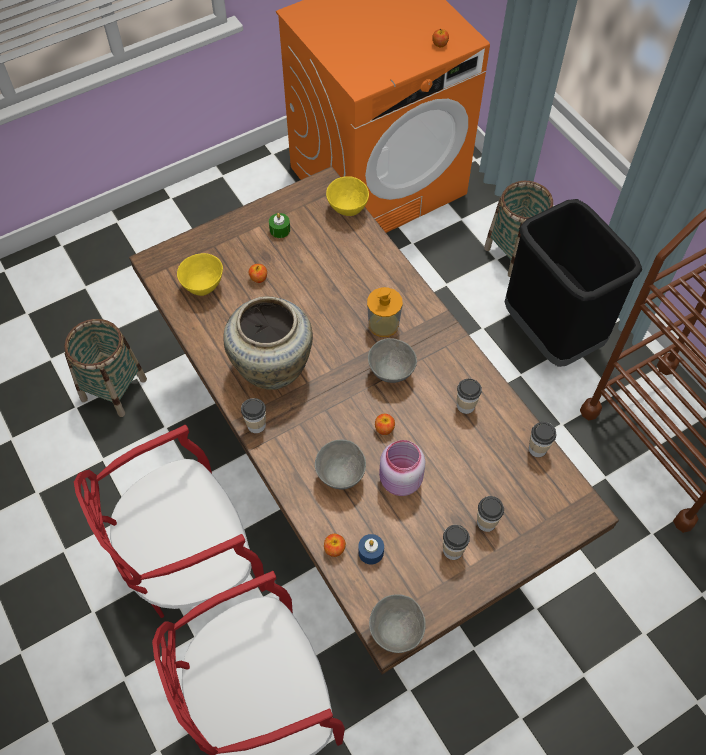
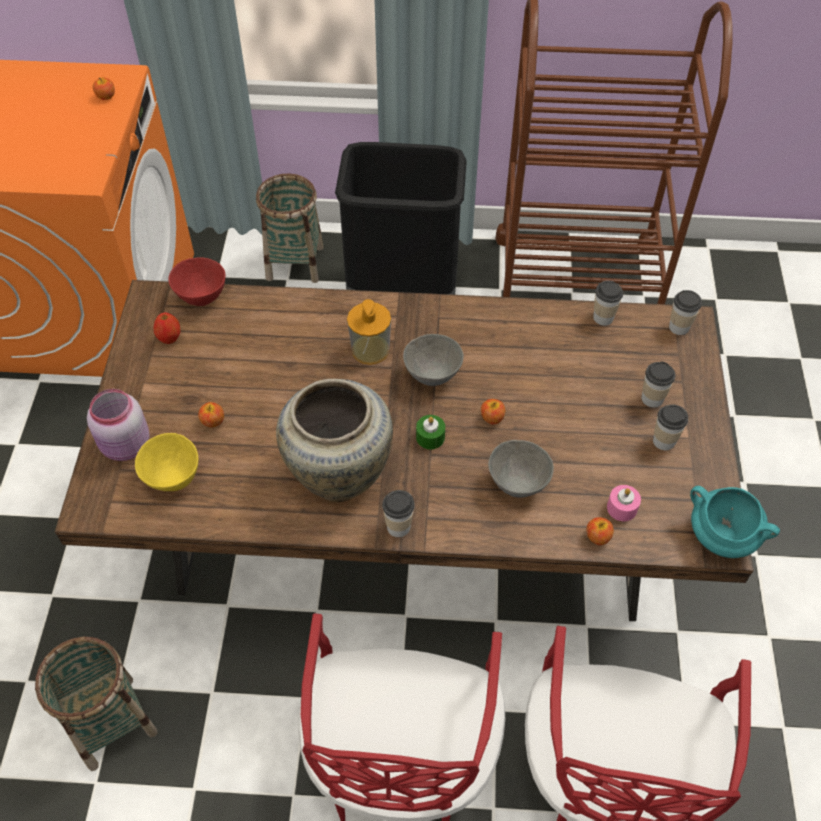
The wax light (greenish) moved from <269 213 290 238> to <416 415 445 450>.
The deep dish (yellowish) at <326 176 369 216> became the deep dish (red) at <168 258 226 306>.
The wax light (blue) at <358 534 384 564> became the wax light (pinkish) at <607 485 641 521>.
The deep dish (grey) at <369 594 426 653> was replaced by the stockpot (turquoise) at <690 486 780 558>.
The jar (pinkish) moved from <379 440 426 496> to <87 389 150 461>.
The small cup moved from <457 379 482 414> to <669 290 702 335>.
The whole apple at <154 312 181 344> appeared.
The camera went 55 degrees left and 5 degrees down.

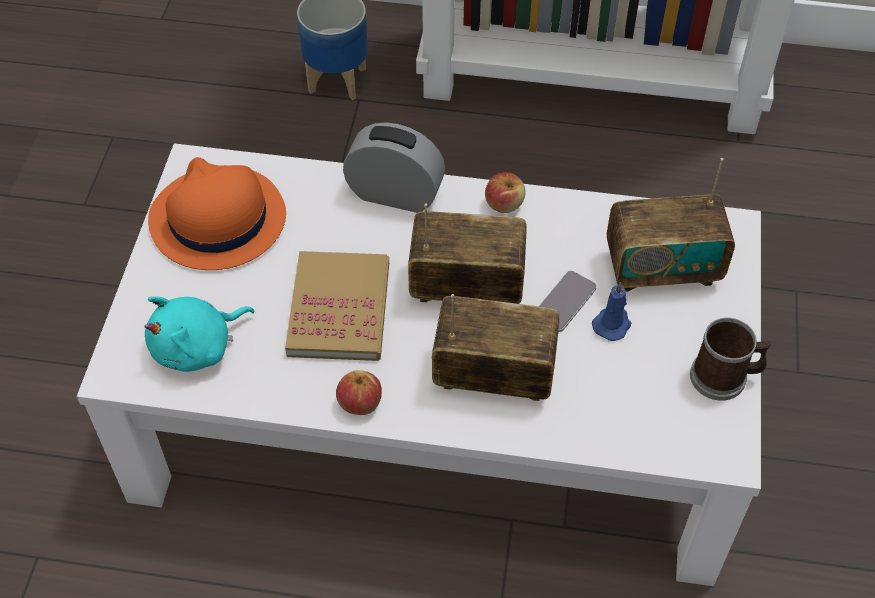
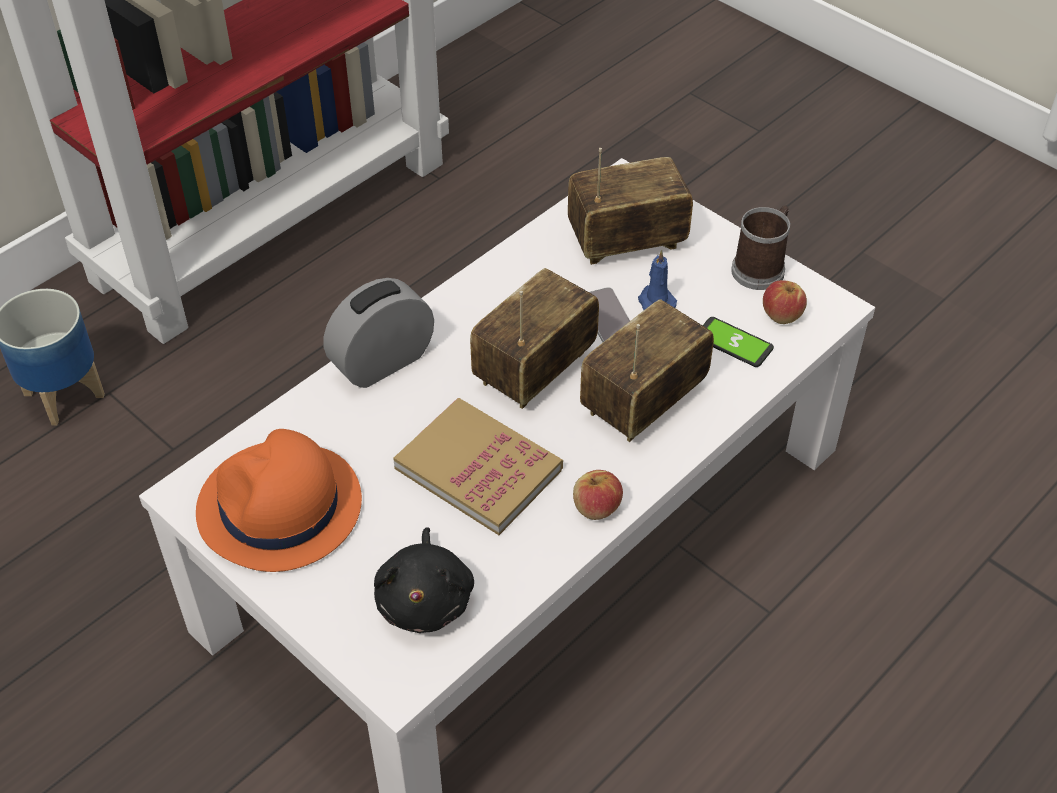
The plush toy (turquoise) at <144 296 255 372> became the plush toy (blackish) at <374 527 474 633>.
The whole apple moved from <485 172 526 213> to <763 280 807 324>.
The radio receiver at <607 158 735 292> turned 135 degrees counterclockwise.
The phone at <703 317 774 367> appeared.
The camera went 55 degrees left and 5 degrees down.

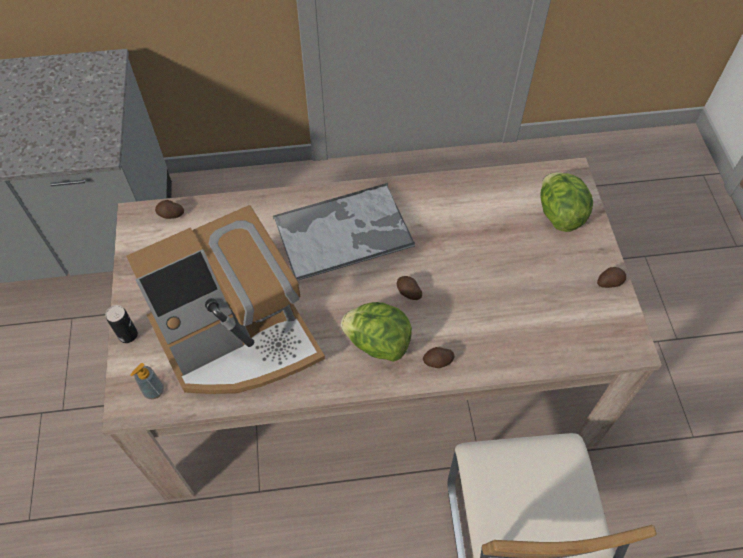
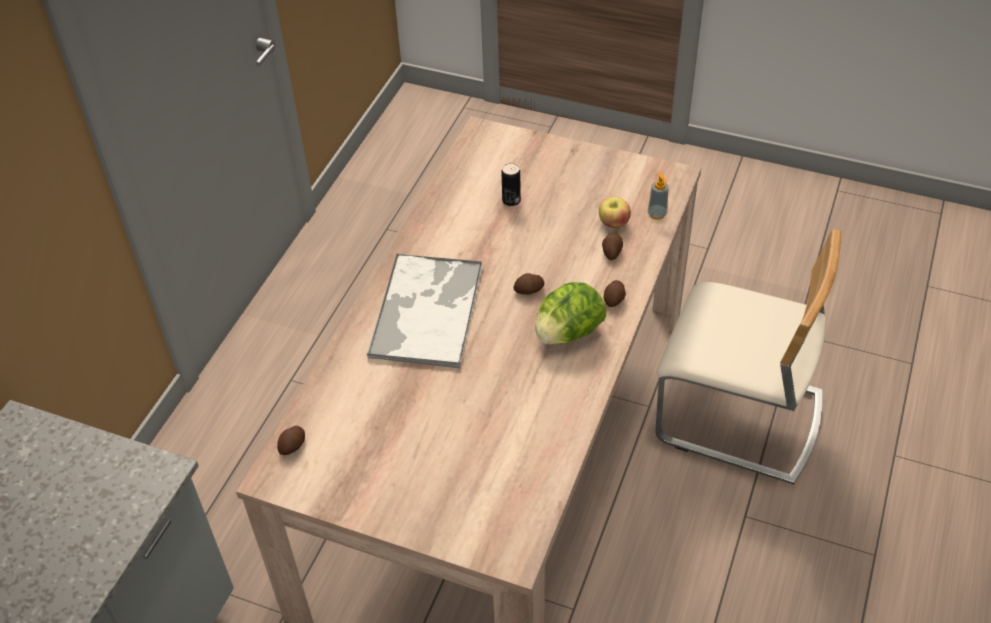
The can moved from <106 305 138 343> to <501 163 521 206>.
The coffee brewer at <126 205 325 394> disappeared.
The liquid soap bottle moved from <130 363 164 399> to <648 172 669 220>.
The head of lettuce at <541 172 593 232> disappeared.
The whole potato moved from <597 267 627 288> to <602 233 623 260>.
The whole apple at <599 196 631 228> appeared.
The camera went 60 degrees left and 10 degrees down.

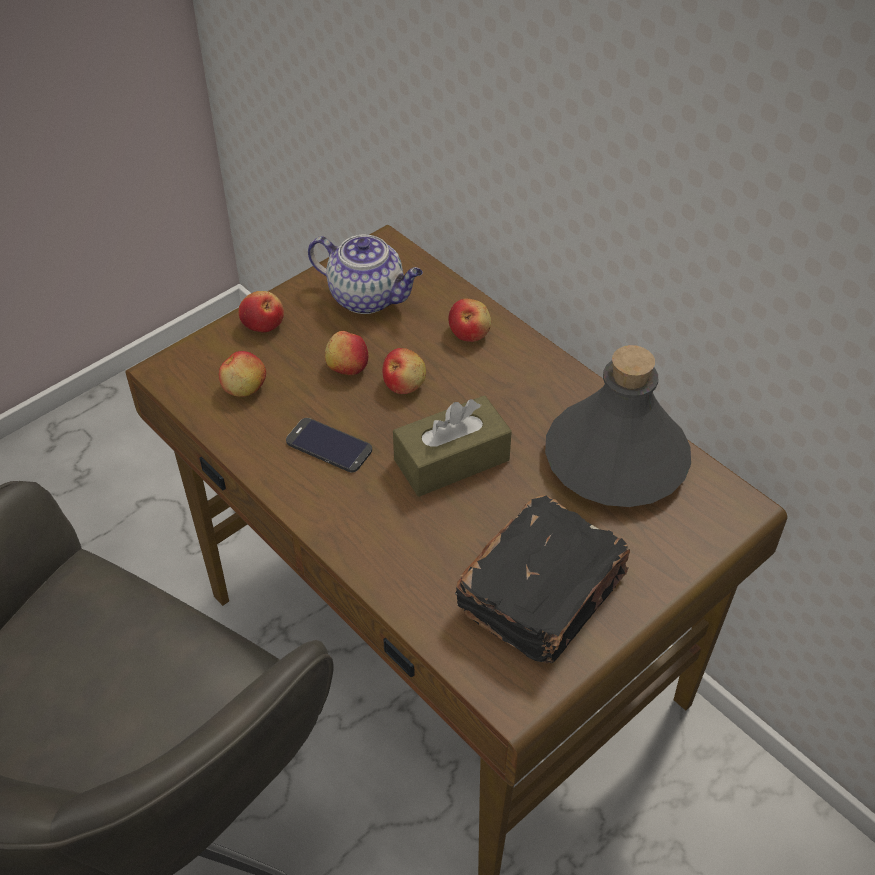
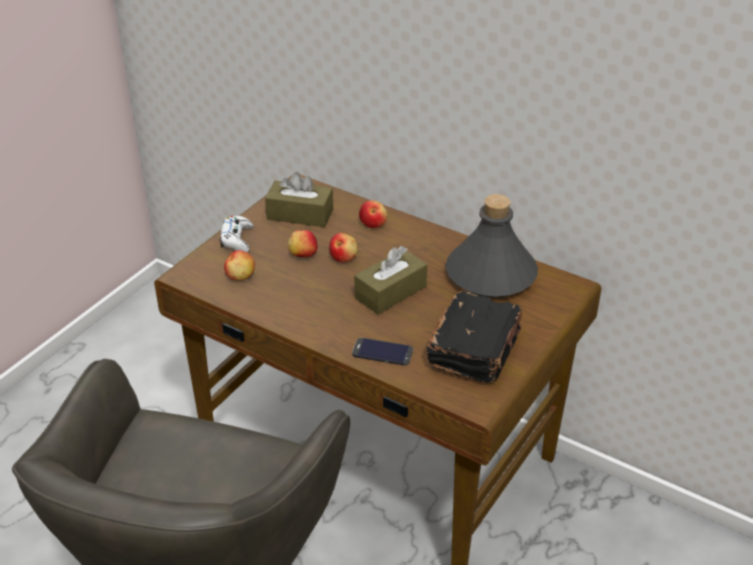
The whole apple at <238 291 284 332> was replaced by the gamepad (white) at <220 216 254 253>.
The phone moved from <286 418 372 473> to <352 338 413 366>.
The pot for tea at <308 235 423 314> was replaced by the tissue holder (brownish) at <265 172 333 227>.
The camera went 15 degrees left and 10 degrees down.

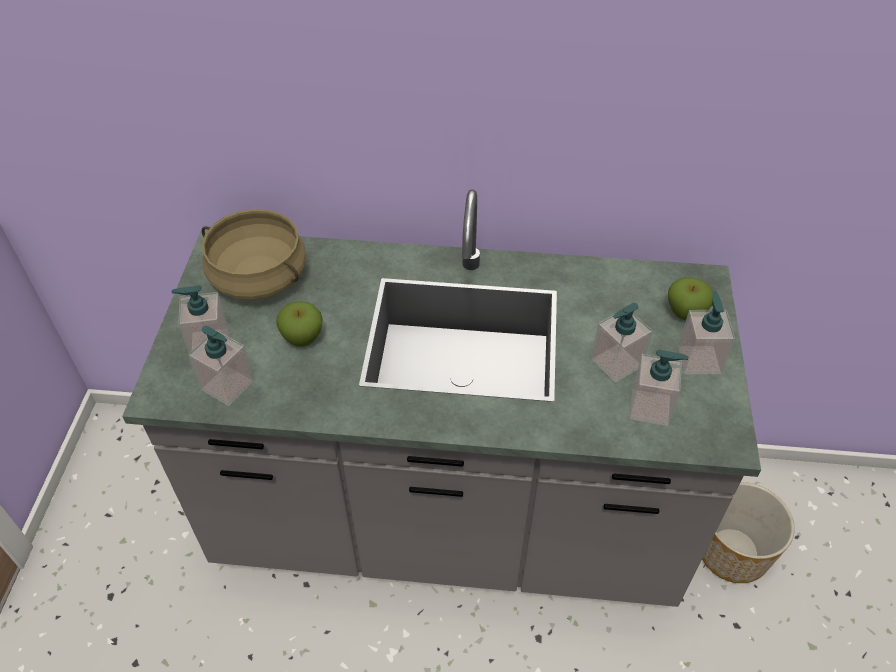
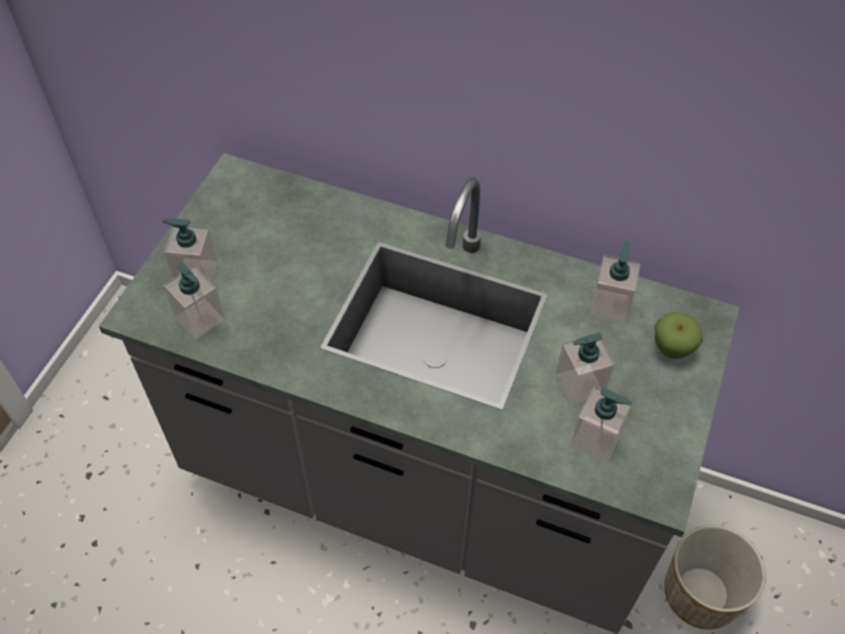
The stockpot (beige) at <202 209 306 300> disappeared.
The whole apple at <276 301 323 347> disappeared.
The liquid soap bottle moved from <678 290 735 374> to <589 241 640 323>.
The camera went 15 degrees right and 5 degrees up.

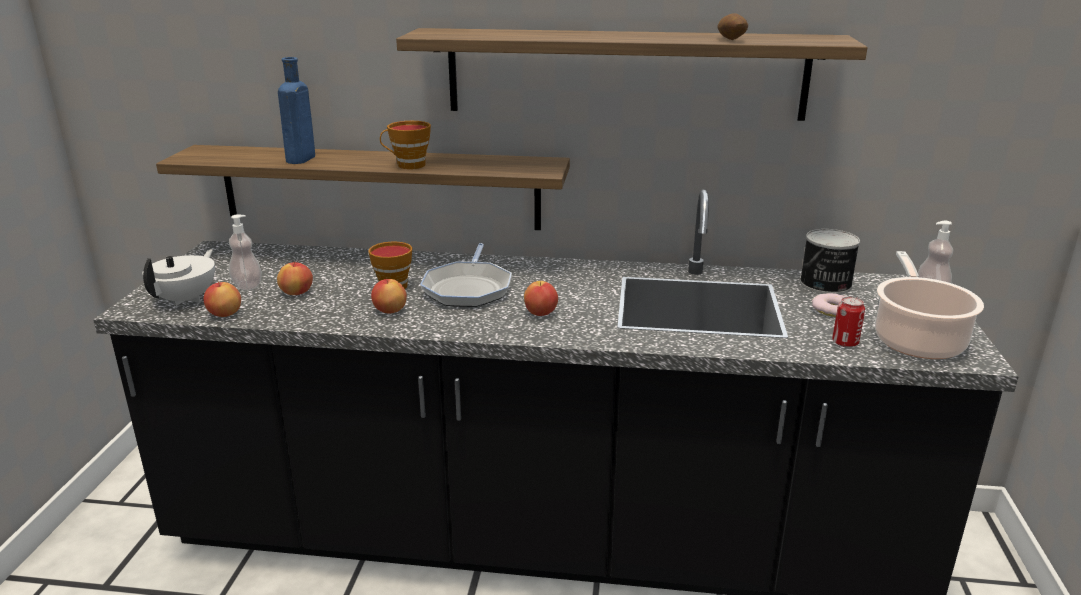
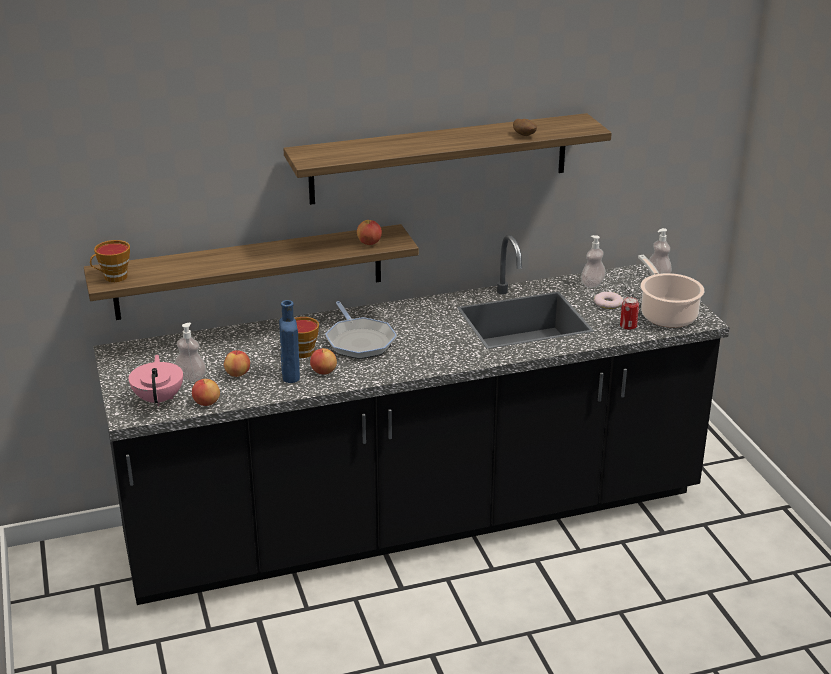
The pot for tea (white) at <142 249 215 306> became the pot for tea (pinkish) at <129 354 183 406>.
The drink bottle (blue) moved from <278 57 315 164> to <279 300 300 383>.
The small cup moved from <380 121 431 169> to <90 240 130 282>.
The whole apple moved from <524 281 558 316> to <357 220 382 245>.
The can at <800 229 860 295> was replaced by the liquid soap bottle at <581 235 606 288>.
The camera went 25 degrees left and 5 degrees up.

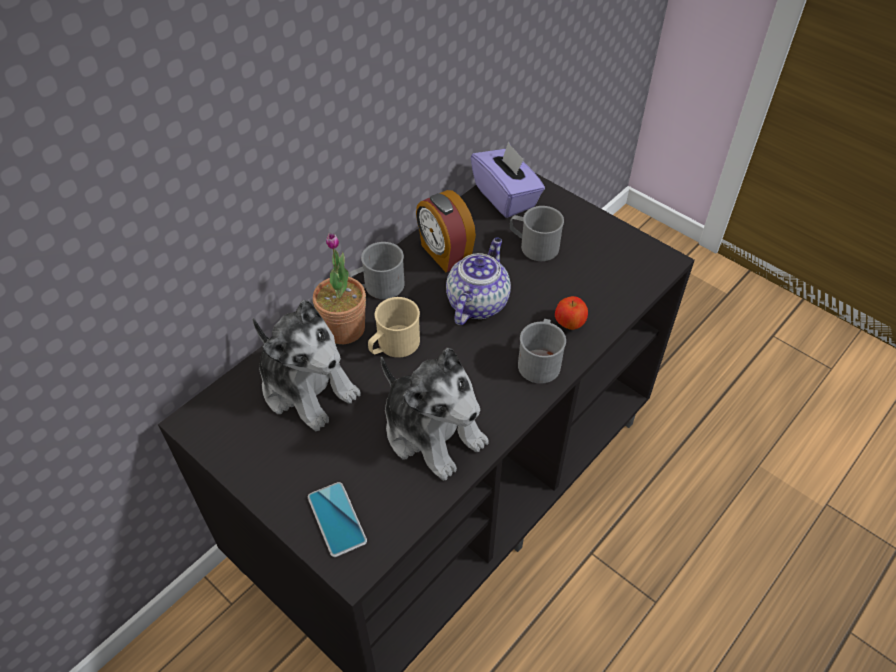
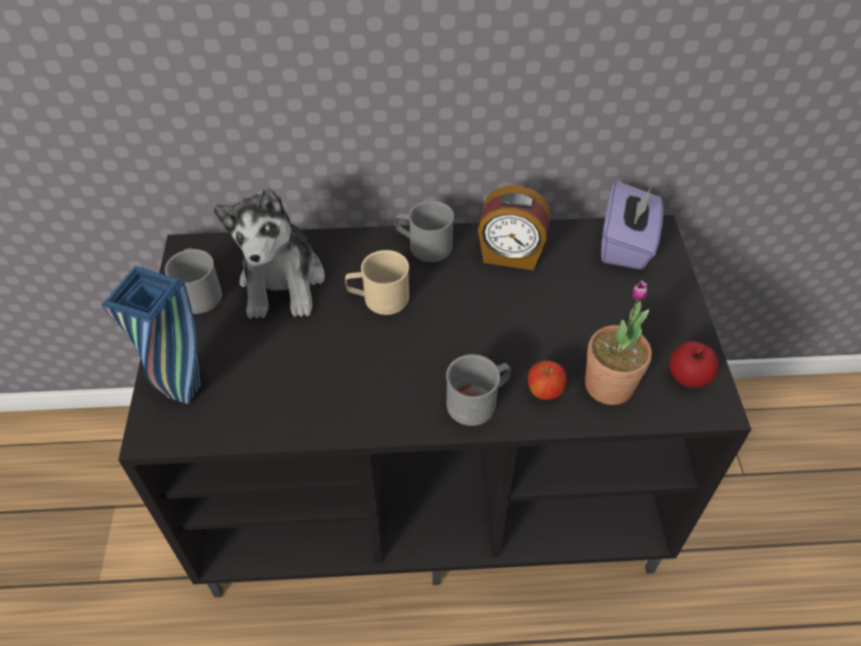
The phone at <308 482 367 557> was replaced by the vase (blue) at <101 266 201 405>.
The potted plant moved from <313 233 366 344> to <585 281 652 405>.
The plush toy at <381 348 489 481> disappeared.
The alarm clock at <416 190 476 272> turned 90 degrees counterclockwise.
The pot for tea at <446 237 511 325> disappeared.
The mug (grey) moved from <510 206 564 261> to <165 248 222 314>.
The whole apple at <670 341 719 388> appeared.
The camera went 45 degrees right and 0 degrees up.

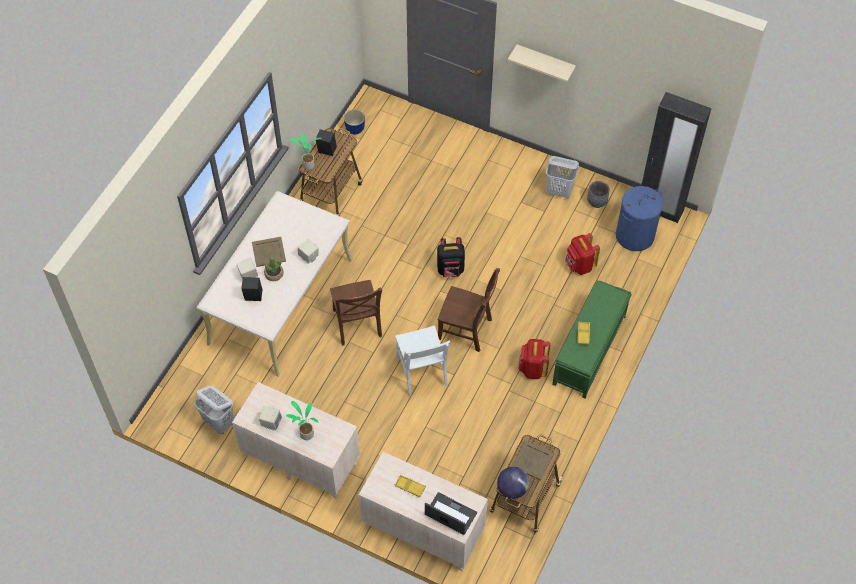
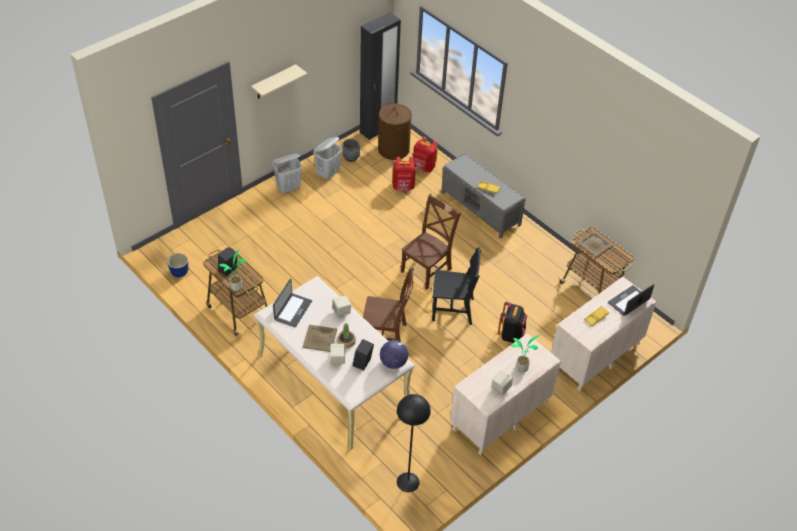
The hamper (white) moved from <194 386 234 434> to <272 154 302 194>.
The plain chair (white) at <395 325 450 396> became the plain chair (blackish) at <432 247 481 325>.
The knapsack (blackish) moved from <437 237 465 278> to <498 302 527 343>.
The world globe moved from <497 467 529 499> to <380 340 408 369>.
The knapsack (red) moved from <519 339 550 379> to <413 137 438 173>.
The indoor bench (greenish) at <552 281 632 399> became the indoor bench (grey) at <441 153 526 239>.
The hamper (blue) at <616 186 663 251> became the hamper (brownish) at <378 103 412 160>.
The laptop at <273 279 312 328> appeared.
The standard lamp (blackish) at <397 394 431 492> appeared.
The camera went 70 degrees left and 10 degrees down.

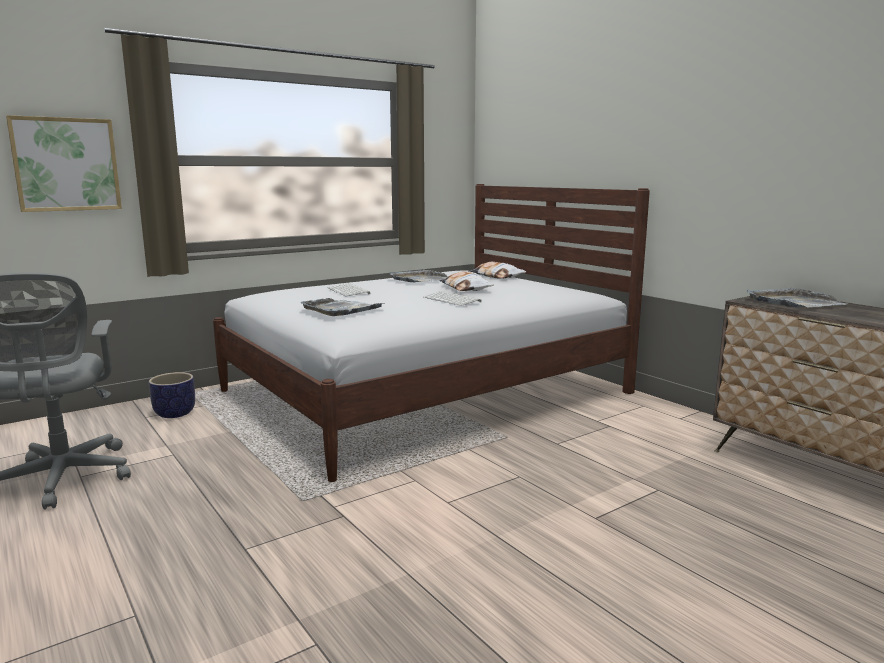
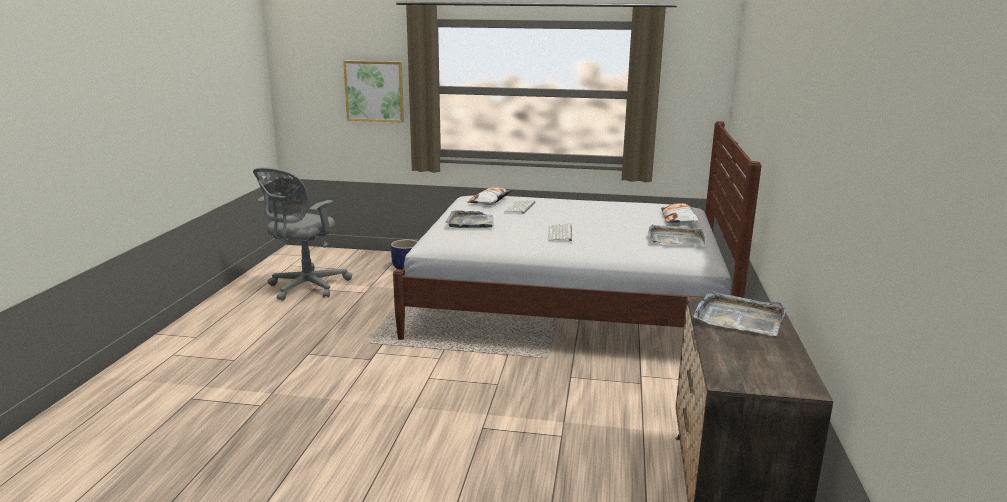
The serving tray (grey) moved from <390 270 447 282> to <648 224 705 246>.
The cushion moved from <439 271 494 291> to <468 187 511 205>.
The camera went 45 degrees right and 5 degrees up.

